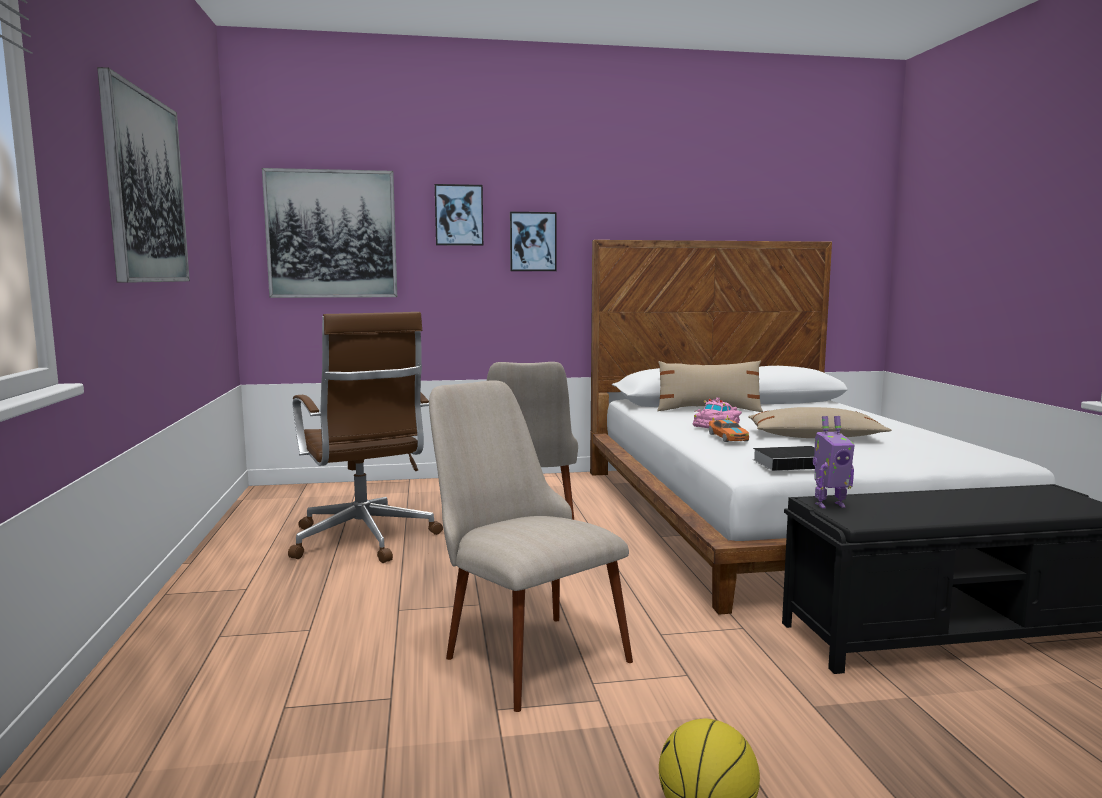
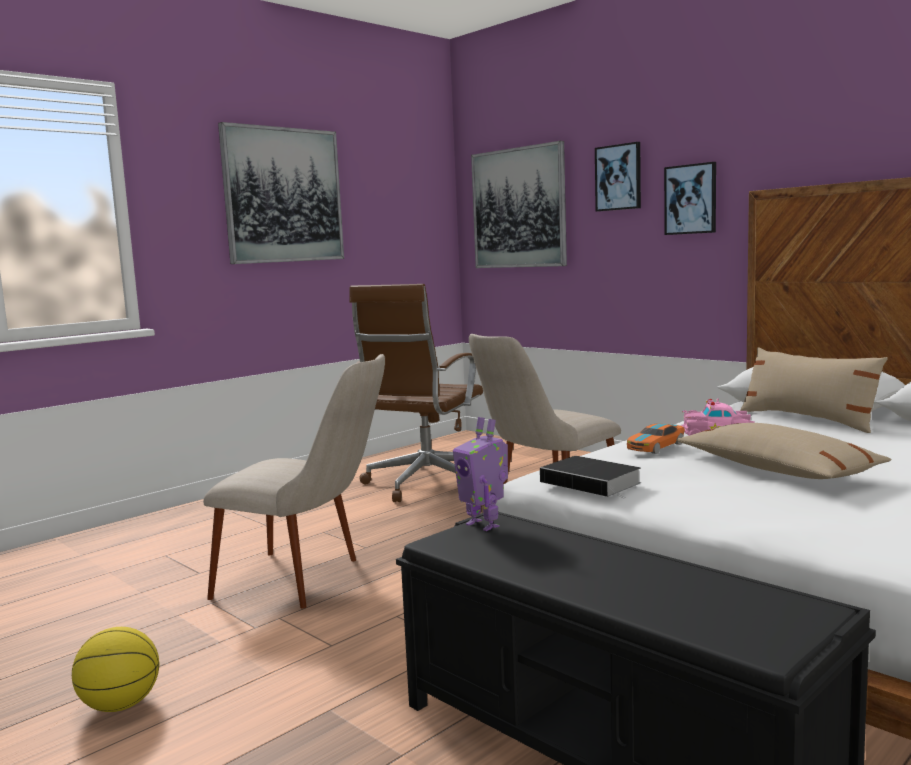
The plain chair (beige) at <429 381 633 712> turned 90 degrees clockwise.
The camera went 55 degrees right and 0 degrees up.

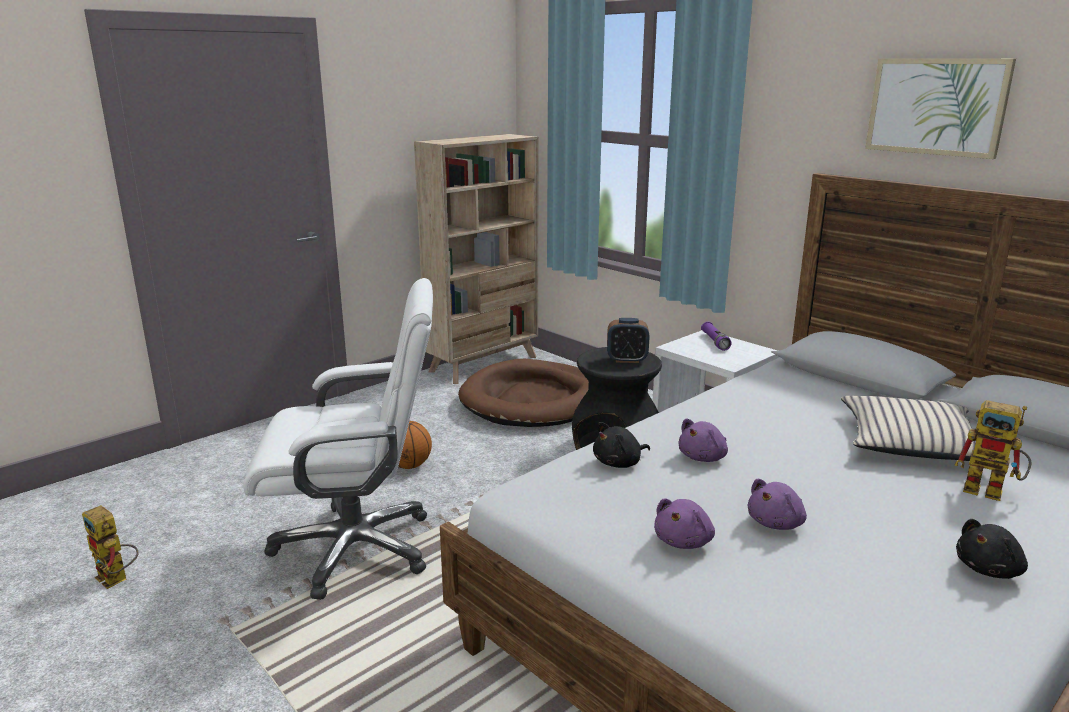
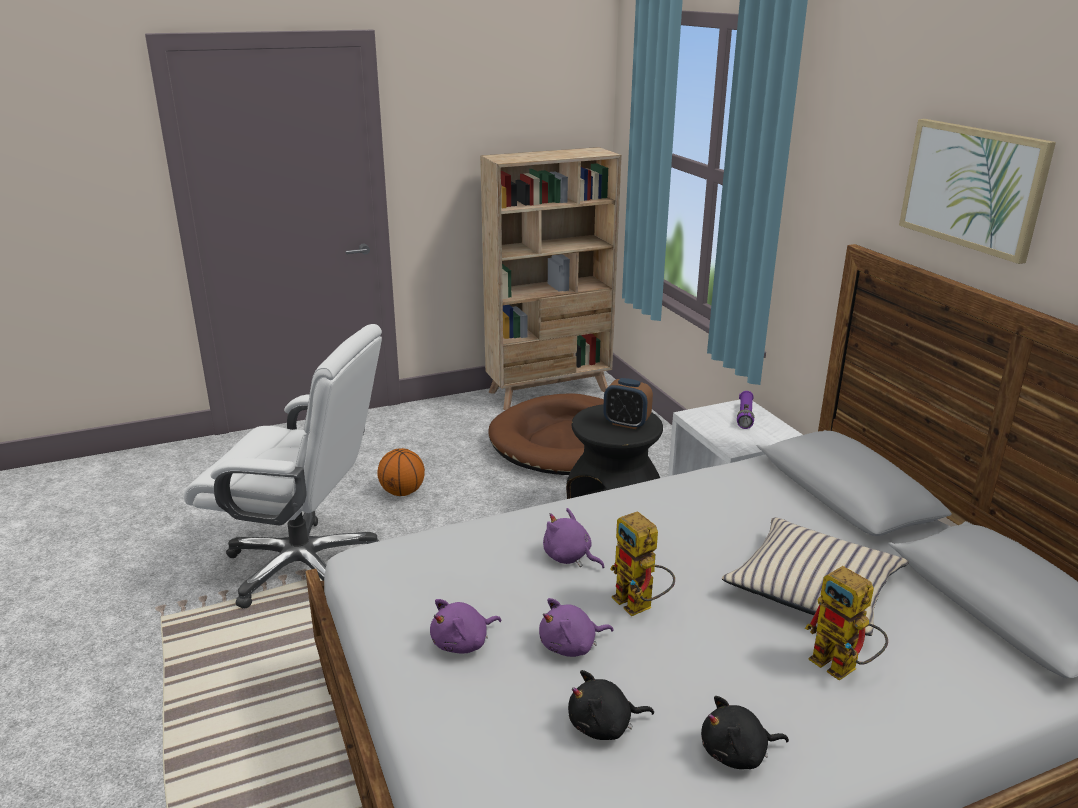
The toy robot moved from <82 505 138 589> to <611 511 675 616>.
The plush toy (blackish) moved from <593 422 650 468> to <568 670 654 740>.
The plush toy (purplish) at <678 418 728 462> turned 60 degrees clockwise.
The camera went 20 degrees right and 5 degrees up.

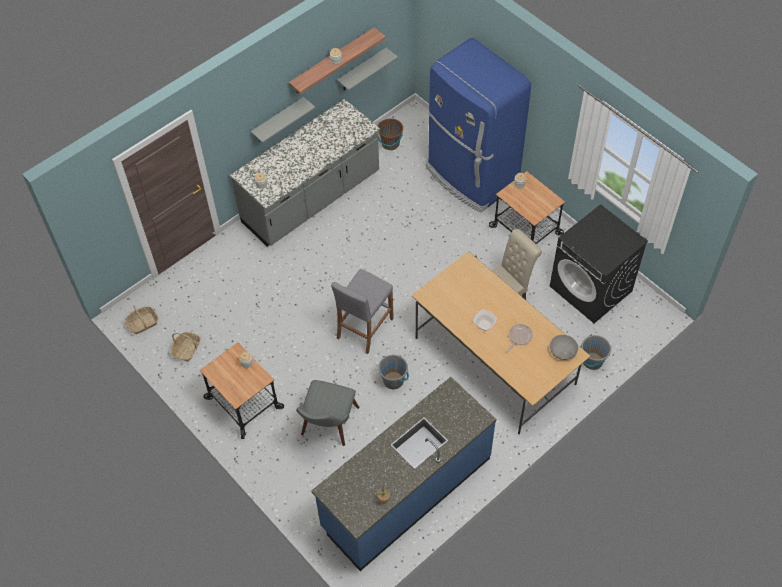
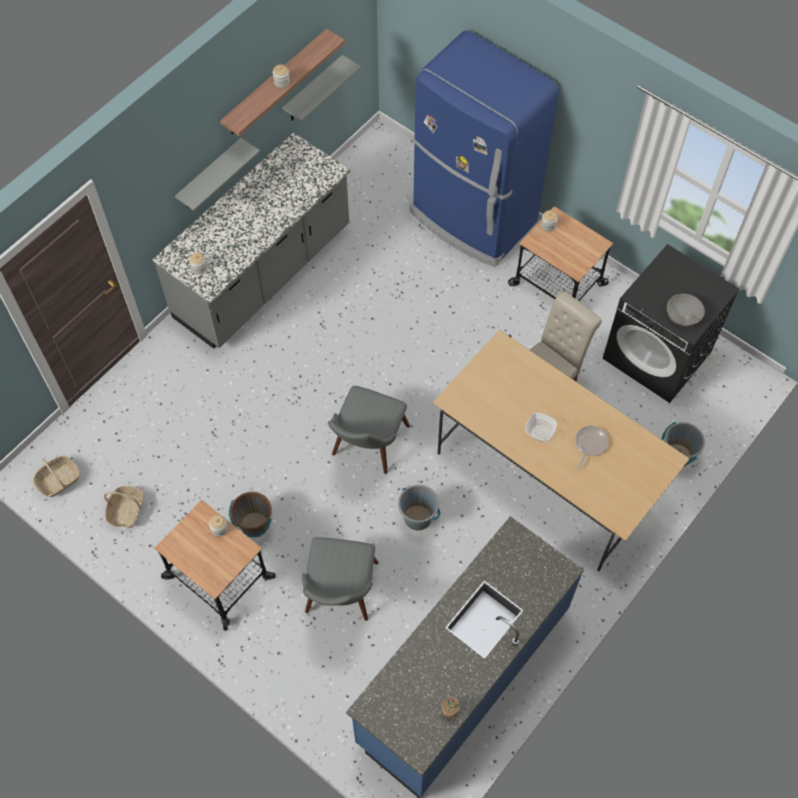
The stool seat (grey) at <331 269 394 354> was replaced by the plain chair (grey) at <328 386 410 474>.
The pail (brownish) moved from <378 118 403 150> to <229 492 272 538>.
The deep dish (grey) moved from <550 335 578 360> to <667 294 705 326>.
The camera went 10 degrees left and 5 degrees up.

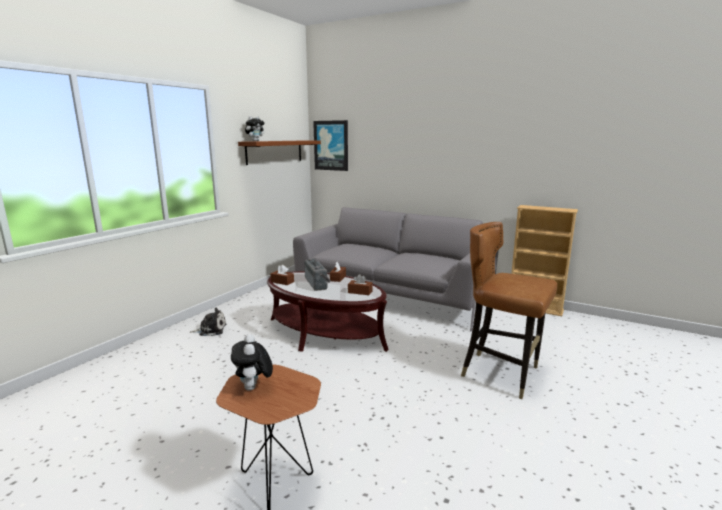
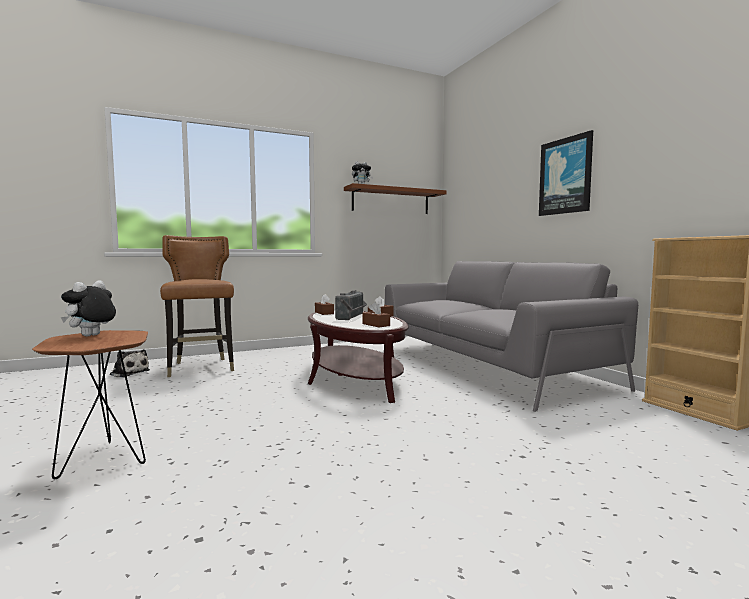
The plush toy moved from <190 308 226 336> to <110 349 150 377>.
The wall picture moved from <313 120 348 171> to <539 130 593 216>.
The plain chair (brownish) moved from <461 222 557 399> to <160 235 234 377>.
The camera went 35 degrees right and 10 degrees down.

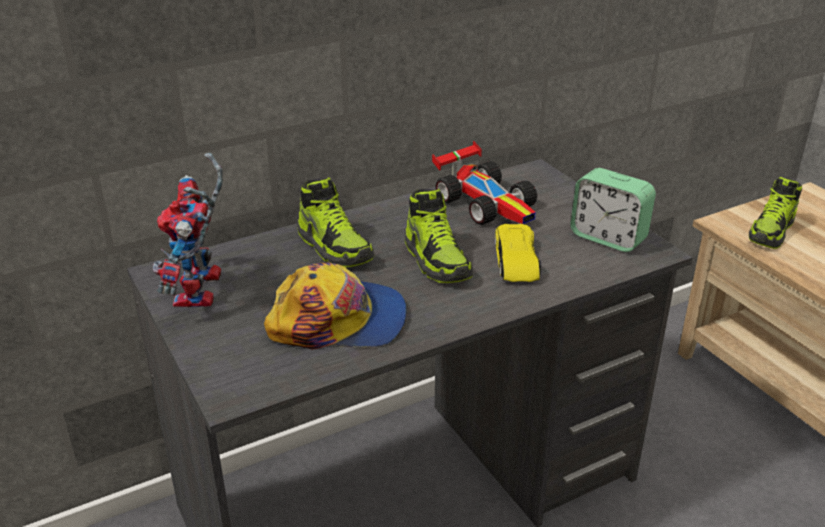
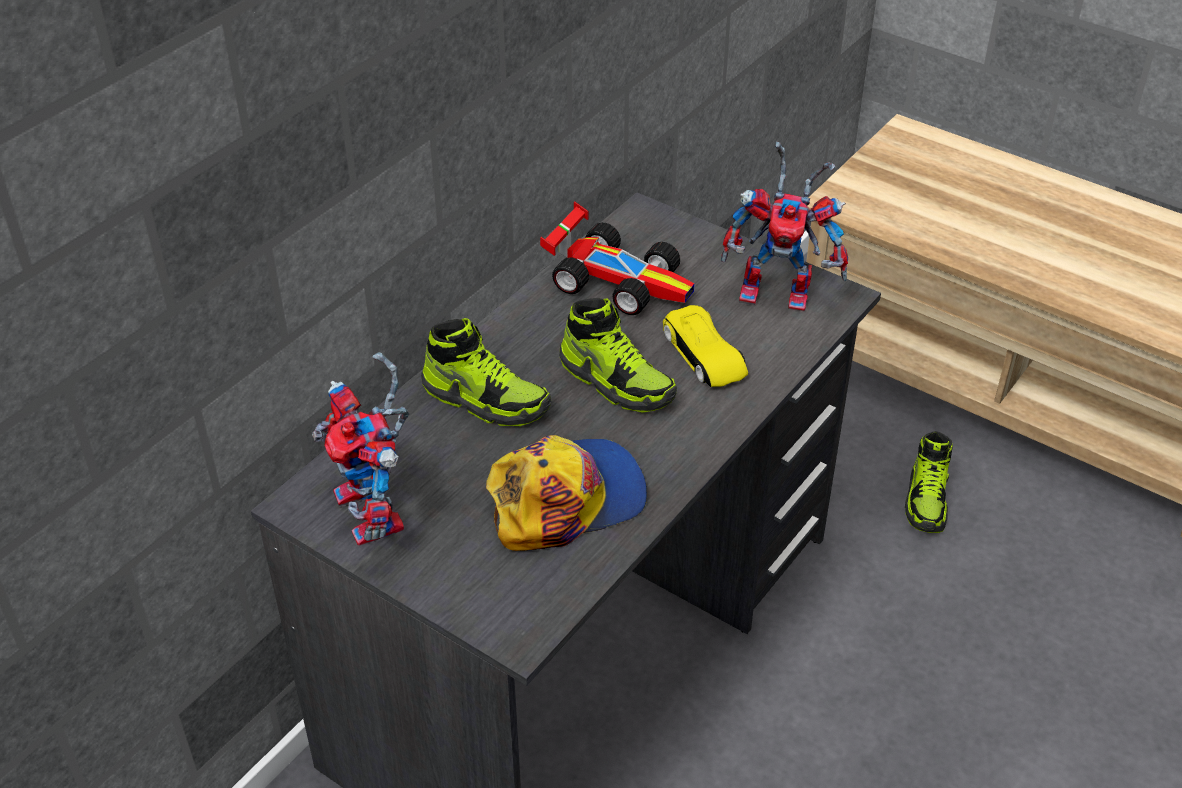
The alarm clock at <570 168 656 252> was replaced by the toy robot at <721 141 848 312>.
The shoe moved from <749 177 802 249> to <905 431 953 533>.
The camera went 25 degrees left and 10 degrees up.

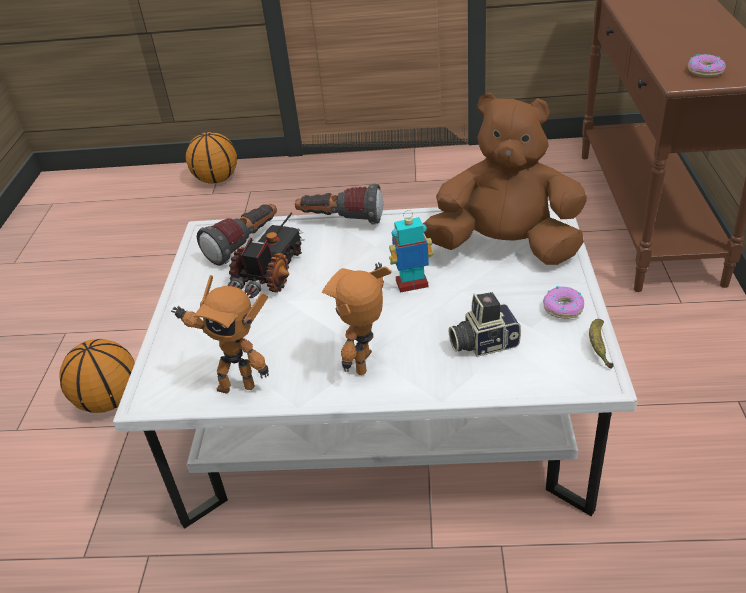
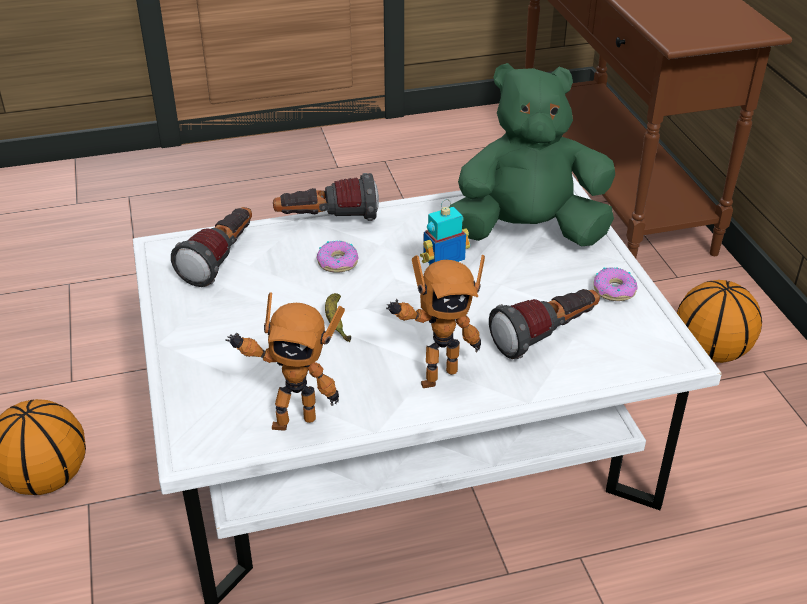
The ball for basketball moved from <186 132 237 184> to <677 280 762 363>.
The toy lorry at <228 213 304 298> disappeared.
The toy robot at <322 262 391 375> turned 120 degrees counterclockwise.
The plush toy (brownish) at <423 93 587 265> became the plush toy (greenish) at <448 63 615 246>.
The photo camera at <449 292 521 357> was replaced by the hand torch at <489 289 600 359>.
The whole banana moved from <589 319 614 369> to <325 293 351 342>.
The doughnut moved from <688 54 726 77> to <317 241 358 273>.
The camera went 20 degrees left and 0 degrees up.

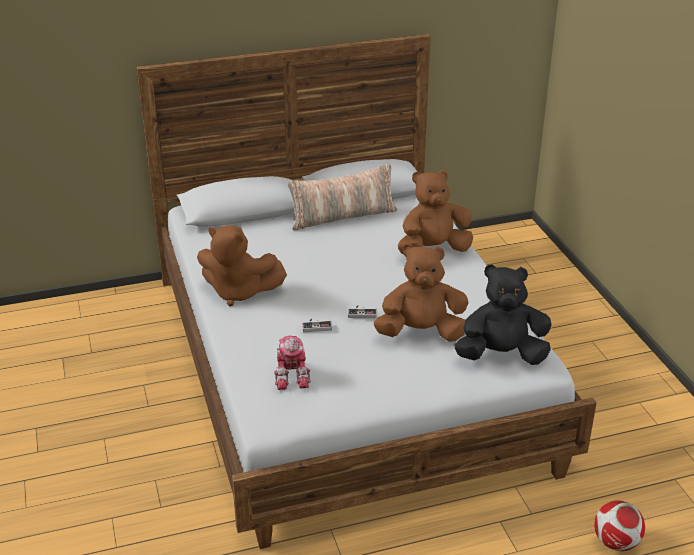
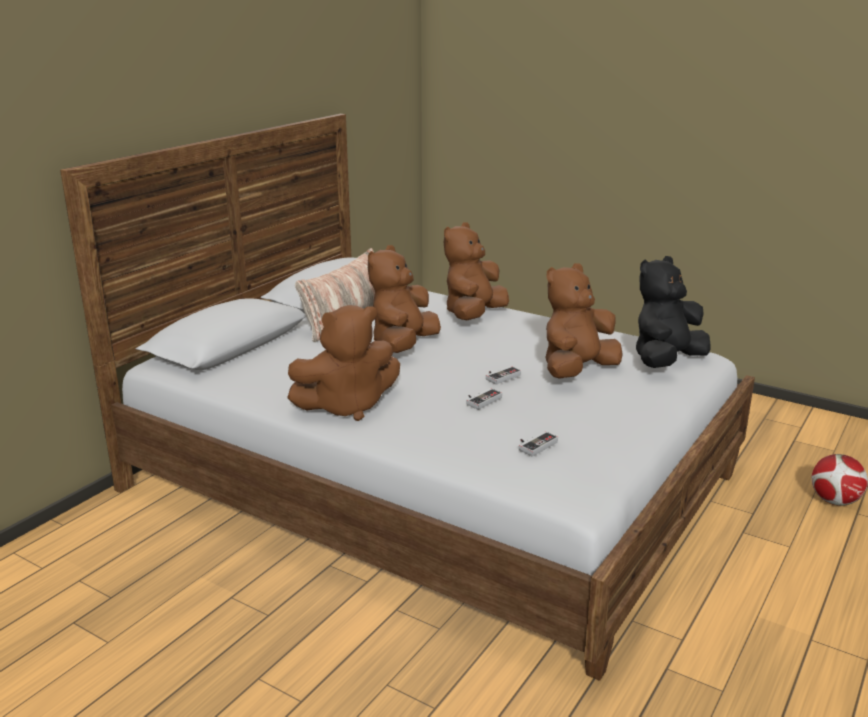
The toy robot at <274 335 311 390> was replaced by the gamepad at <519 431 558 457>.
The plush toy (brownish) at <368 245 441 353> appeared.
The camera went 40 degrees left and 10 degrees down.

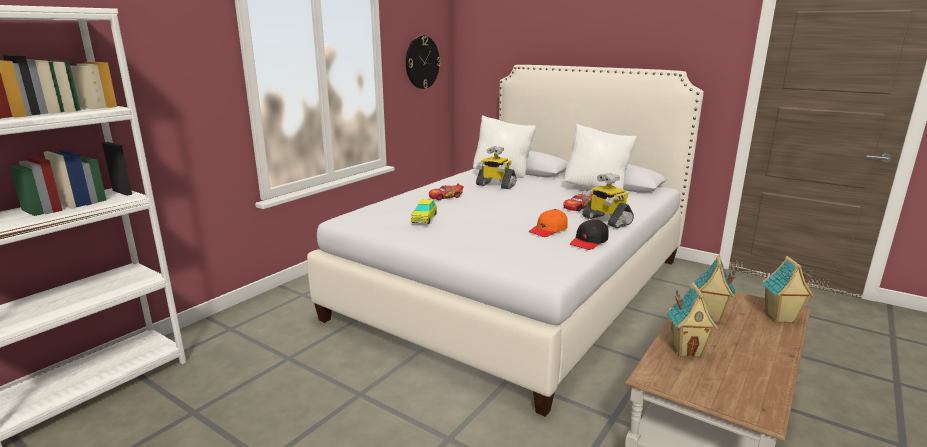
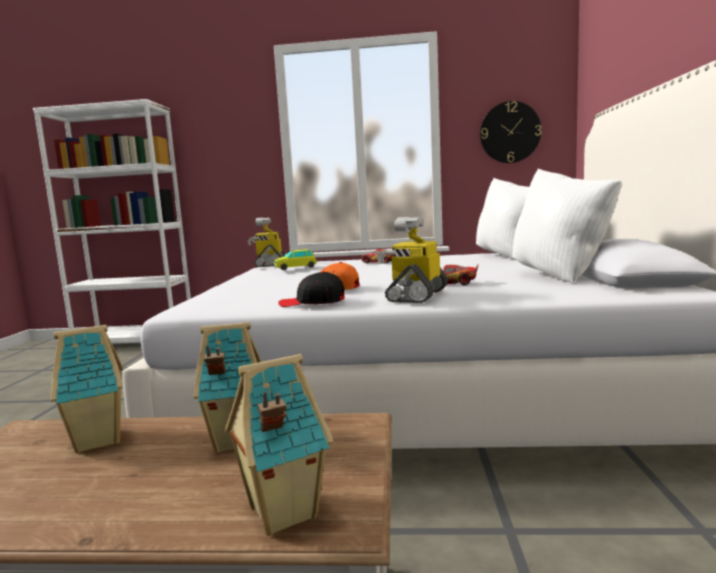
The toy robot moved from <476 146 516 189> to <247 218 285 267>.
The camera went 60 degrees right and 10 degrees down.

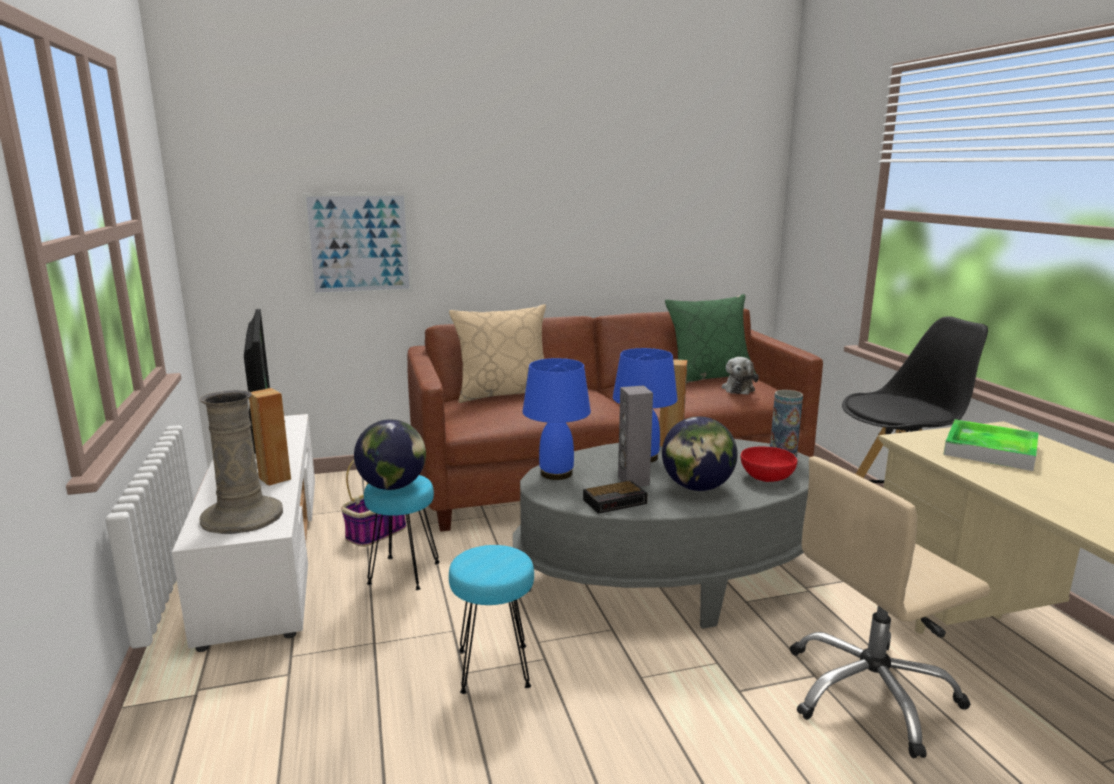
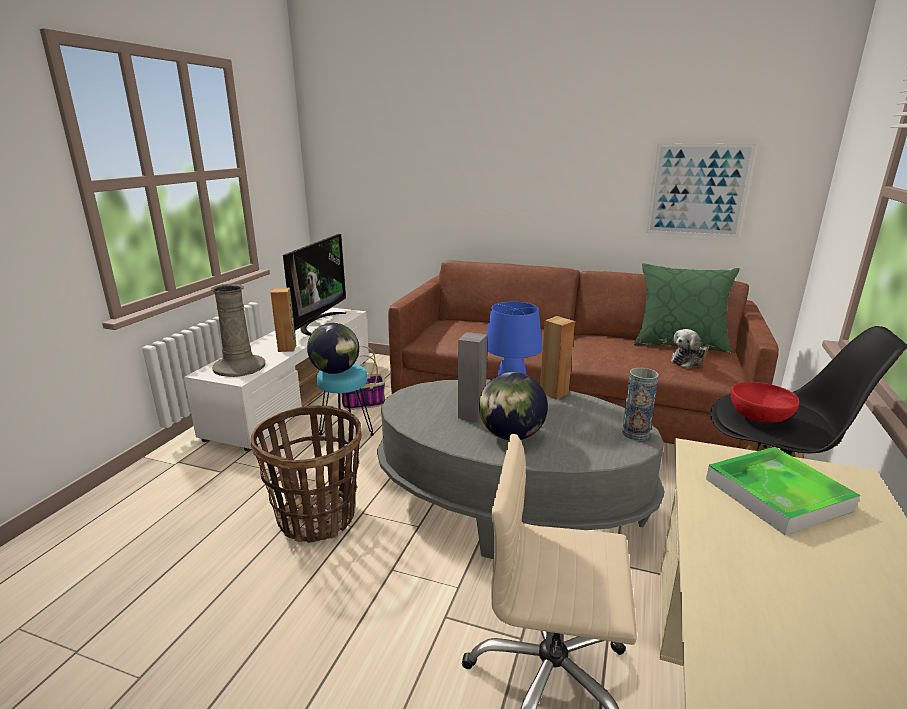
The wall picture moved from <302 192 413 296> to <646 143 756 238>.
The cushion (beige) at <449 304 546 403> disappeared.
The stool seat (turquoise) at <449 545 534 694> was replaced by the basket at <251 406 362 543>.
The table lamp (blue) at <523 358 591 480> disappeared.
The alarm clock at <583 480 647 514> disappeared.
The deep dish (red) moved from <741 447 797 482> to <731 382 799 423>.
The camera went 35 degrees right and 5 degrees up.

